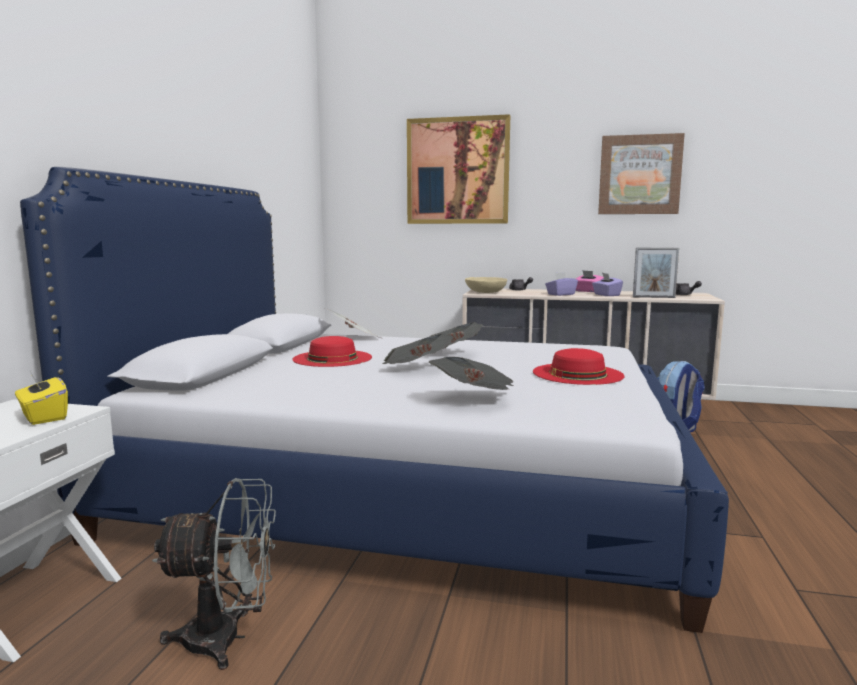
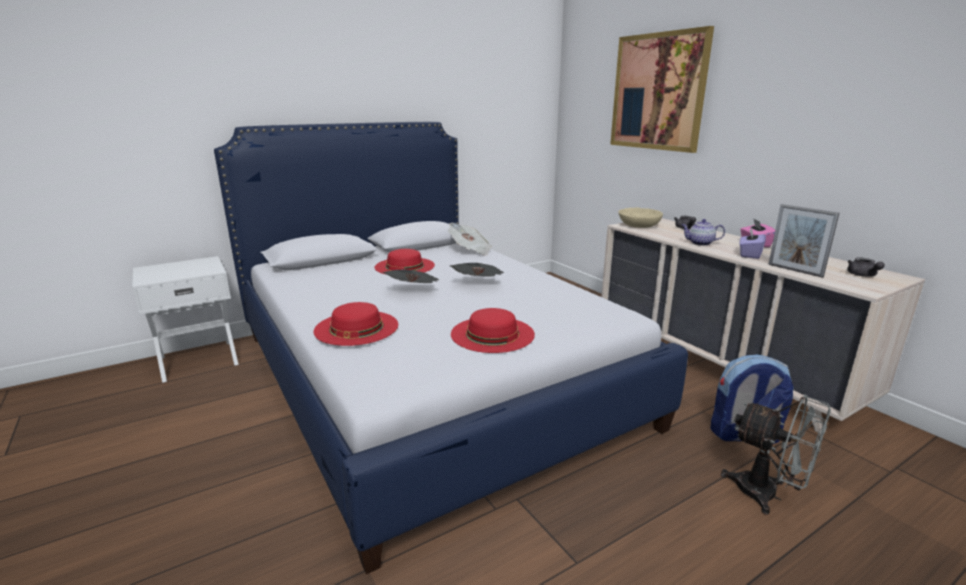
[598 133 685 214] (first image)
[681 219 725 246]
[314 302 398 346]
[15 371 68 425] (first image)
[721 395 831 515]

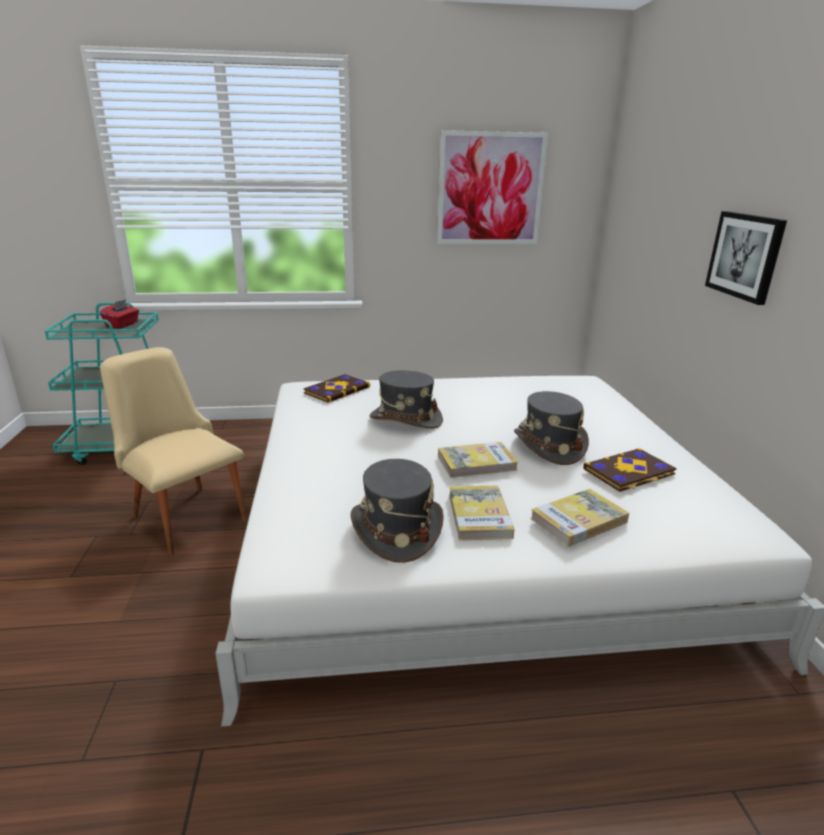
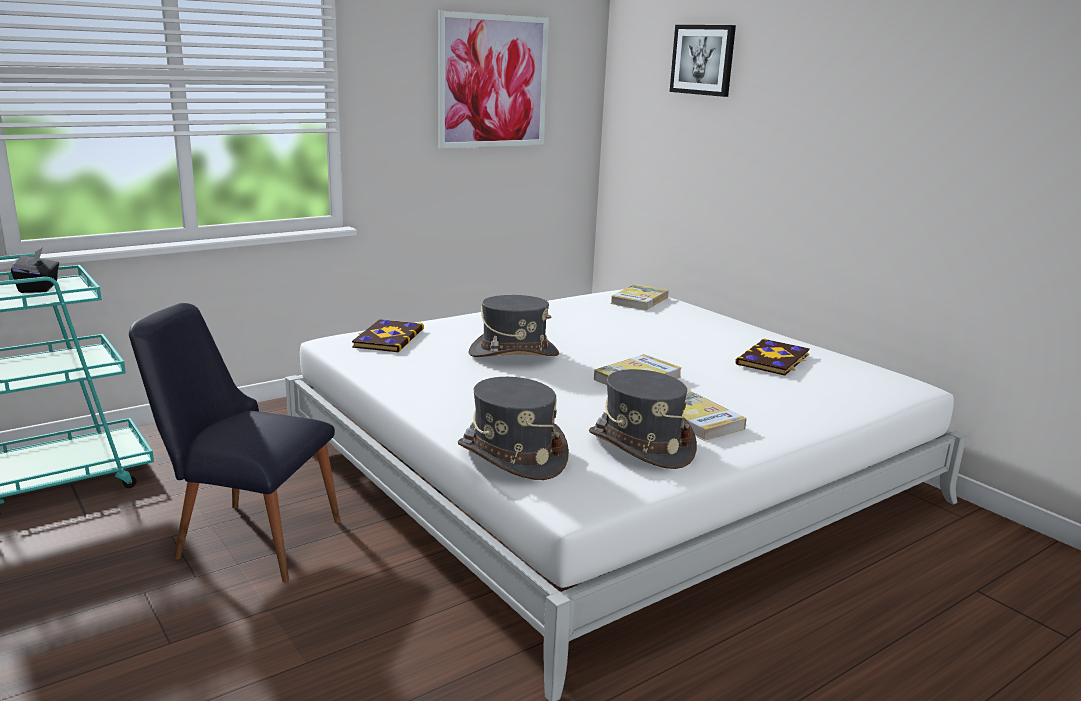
[670 25 736 97]
[11 247 59 293]
[129 303 340 582]
[458 377 569 480]
[610 284 669 311]

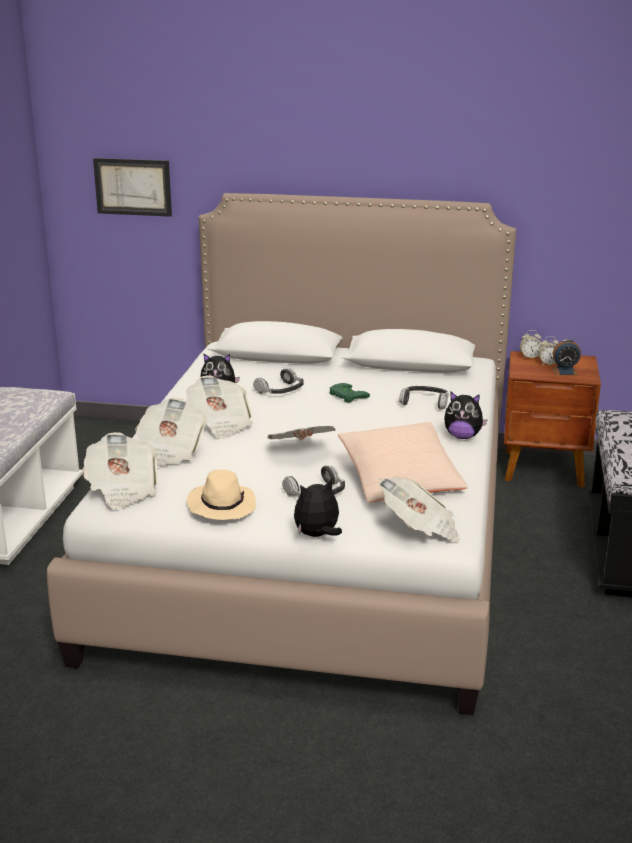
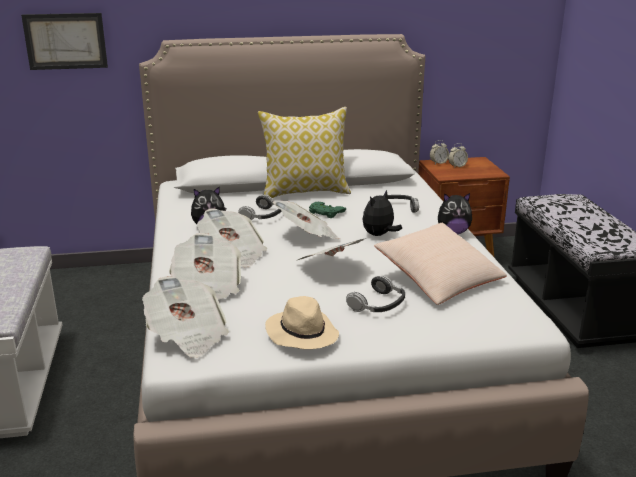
[551 339 581 375] (first image)
[273 201 340 239]
[362 190 402 236]
[258 107 351 198]

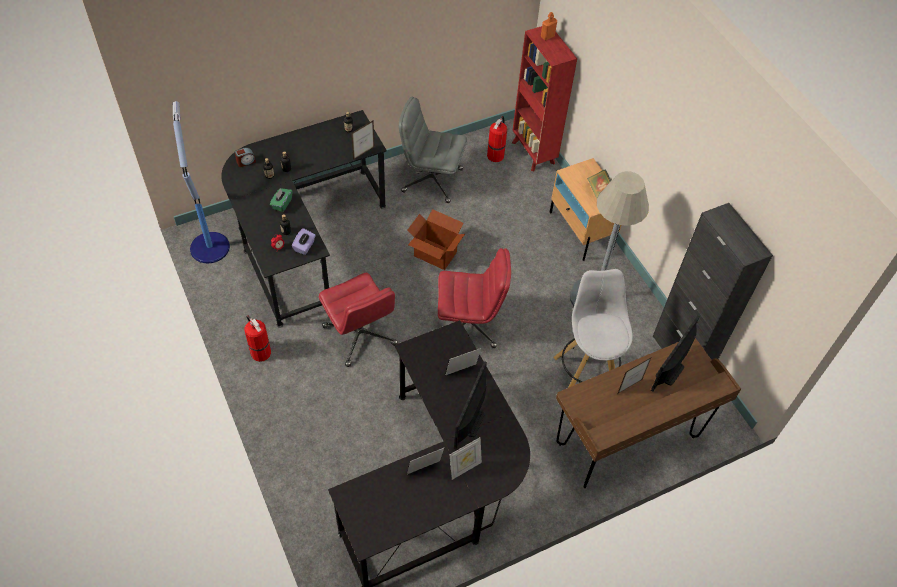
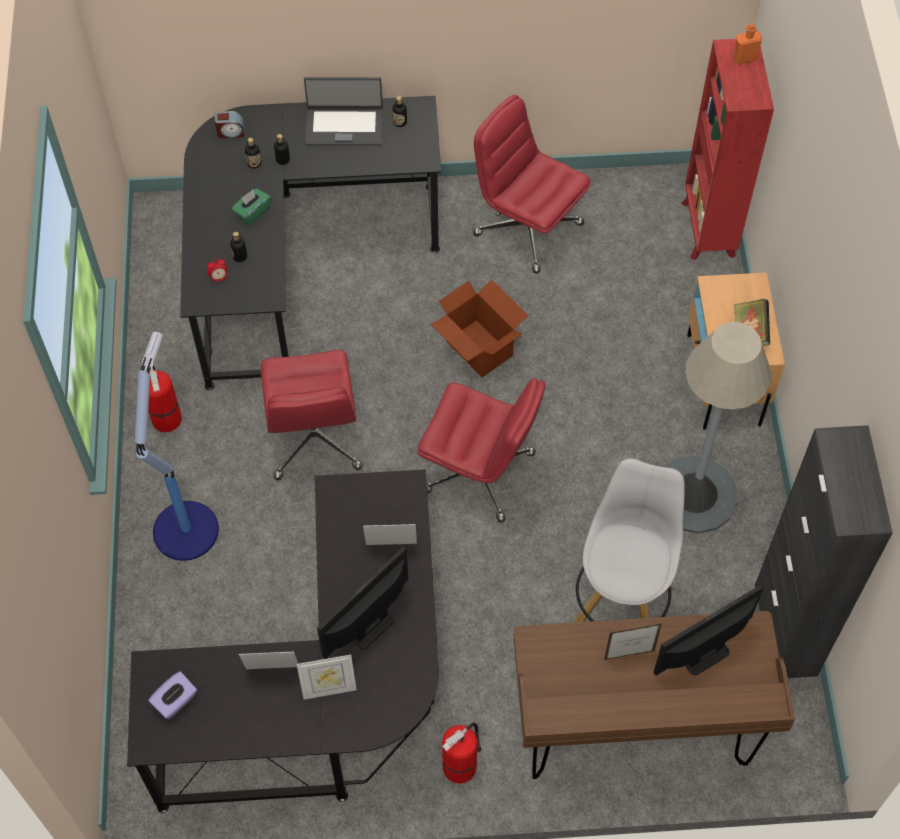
[473 95 591 273]
[134 332 219 561]
[442 723 482 784]
[351 121 374 160] (first image)
[148 671 197 719]
[304 77 383 146]

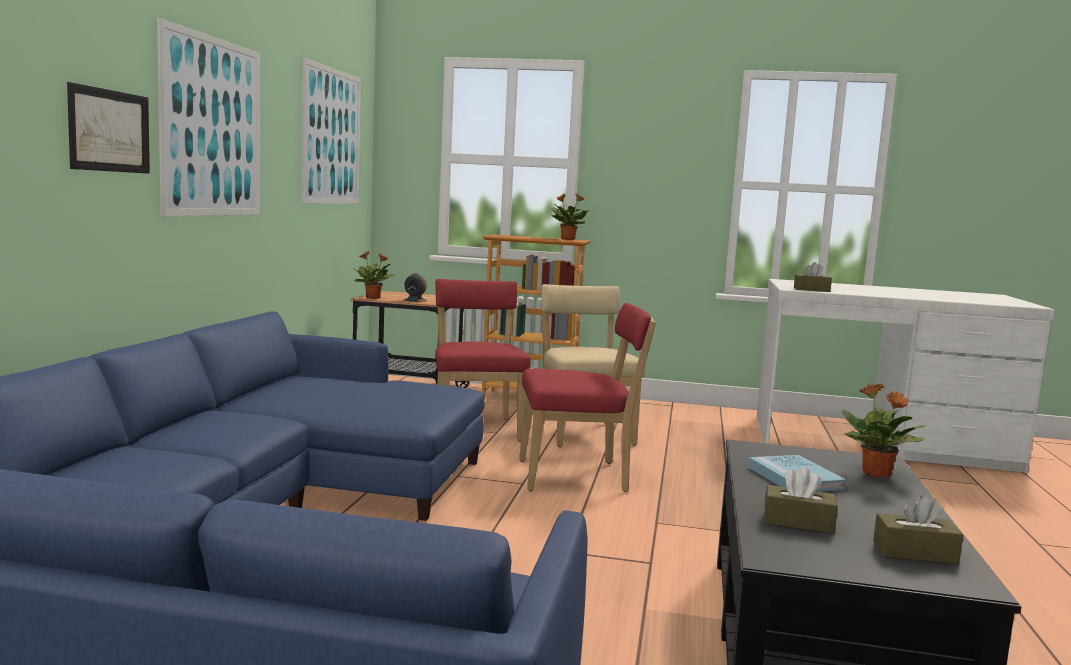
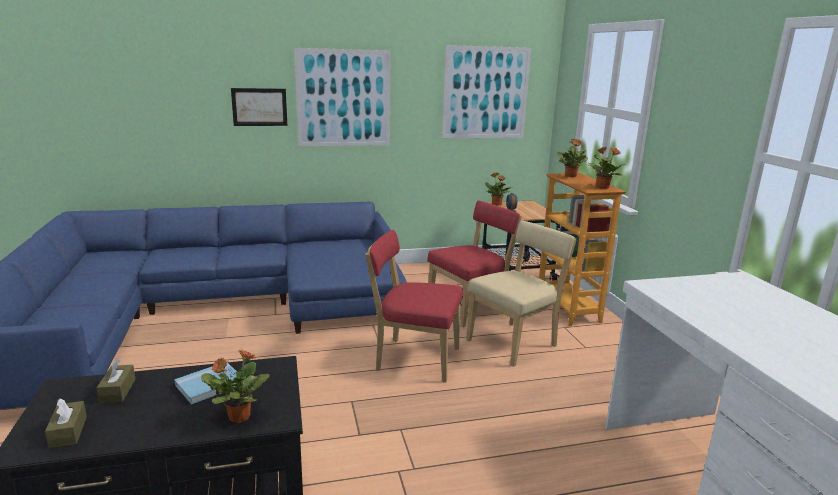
[794 262 832 292] (first image)
[365 230 463 383]
[557 139 588 177]

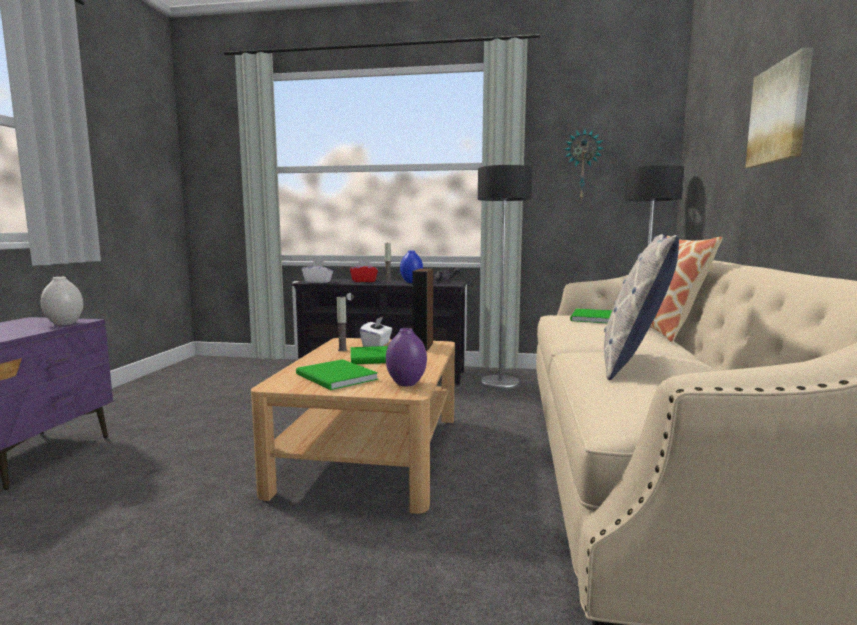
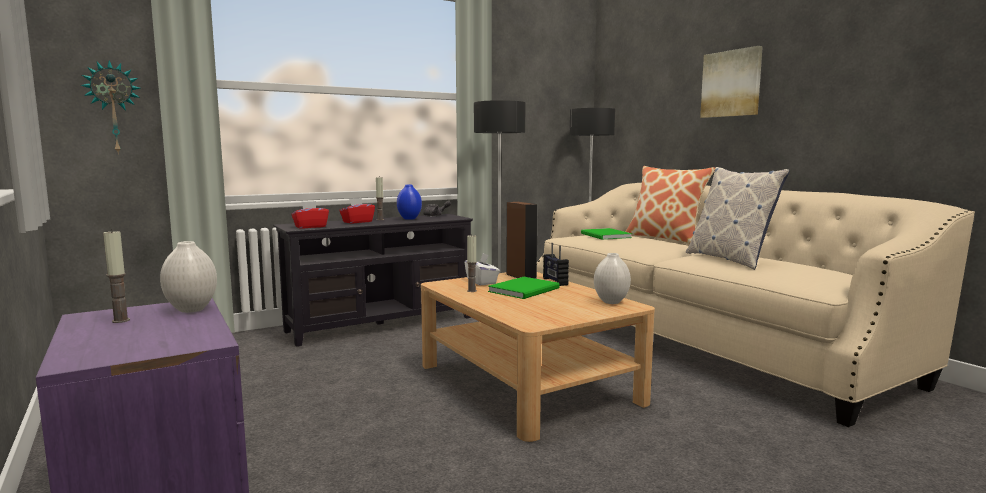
[81 60 140 155]
[291 201 329 228]
[594 253 631 304]
[296 359 378 390] (first image)
[103 229 130 323]
[543 243 569 286]

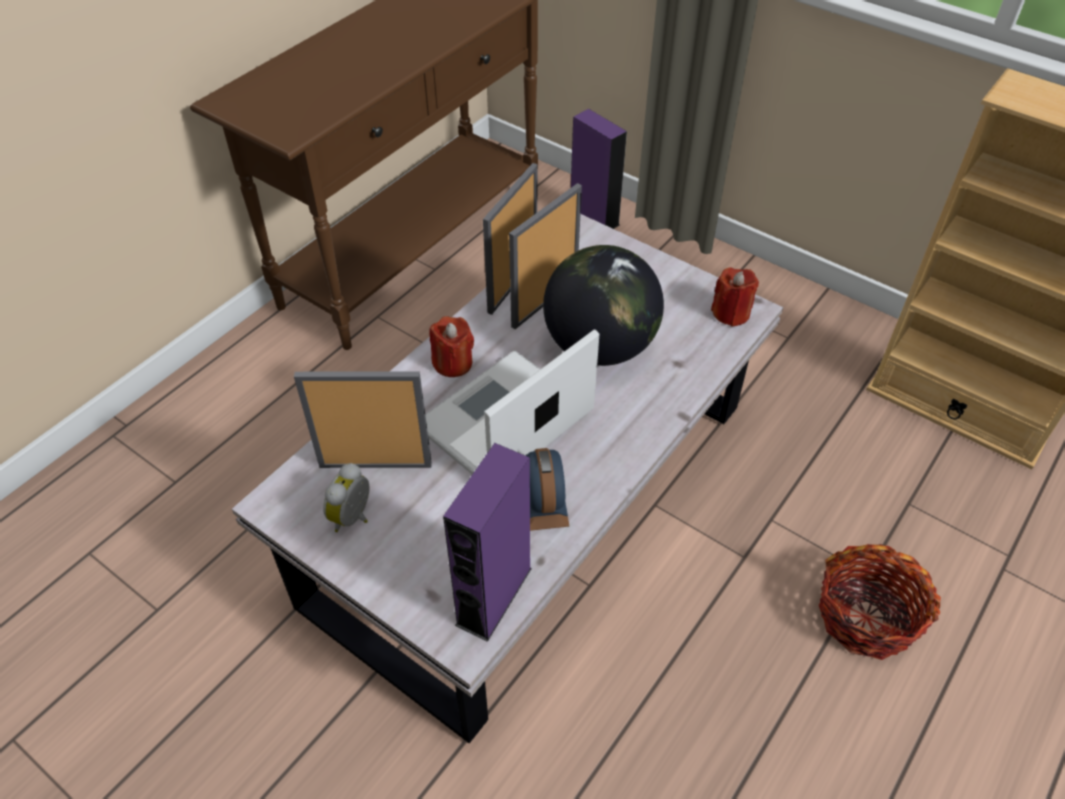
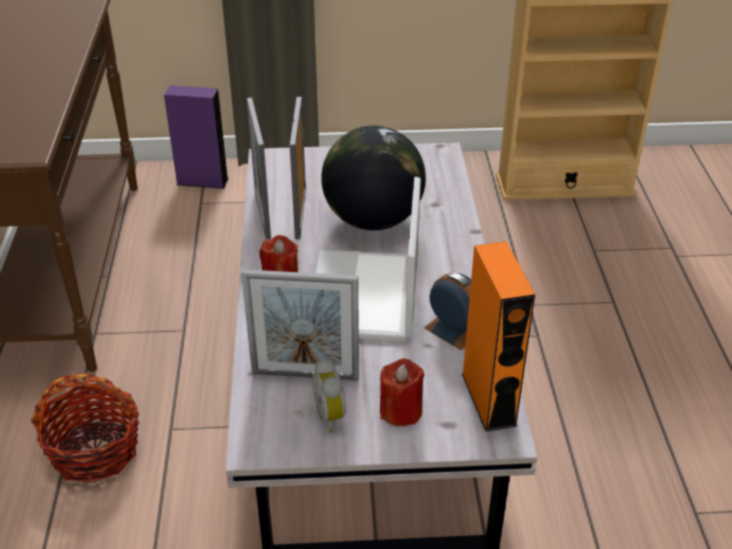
[380 358 425 426]
[241 269 359 380]
[462 241 535 432]
[31 373 139 484]

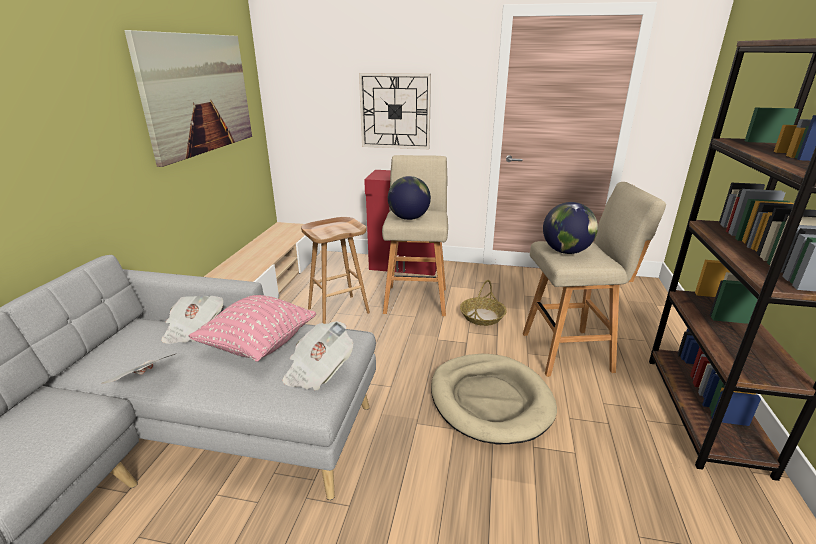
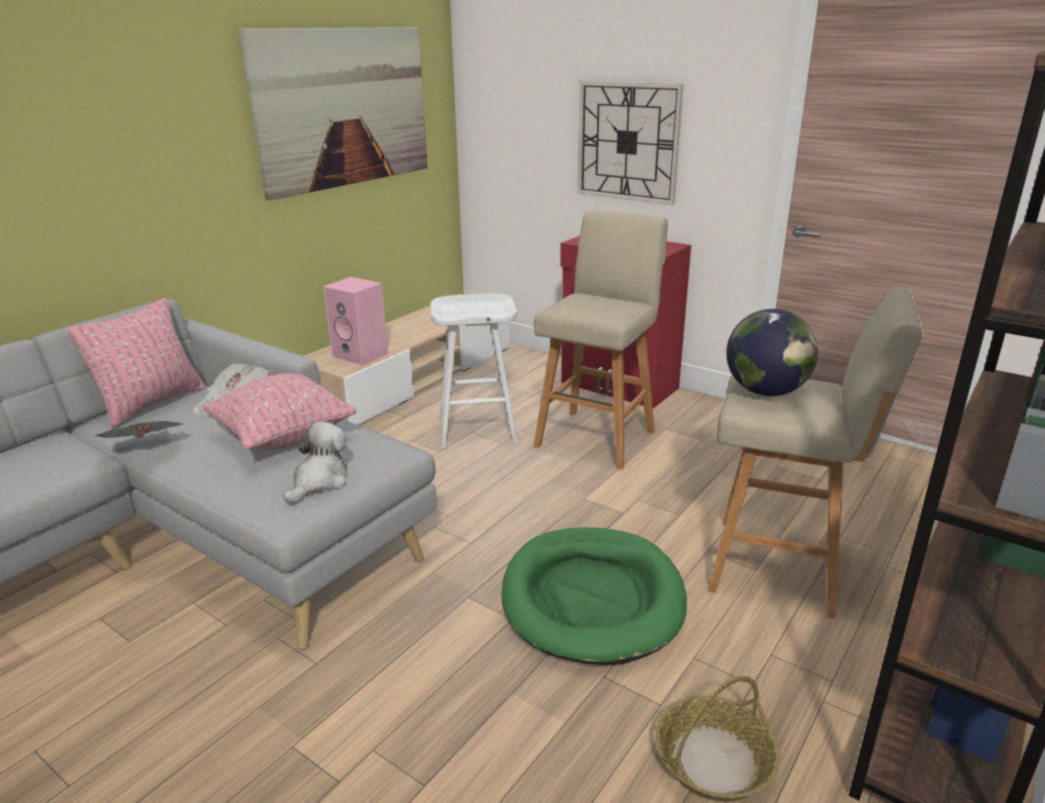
[388 176 431 220] (first image)
[431 293 517 447]
[655 676 780 802]
[283 422 348 503]
[502 527 687 665]
[323 277 388 366]
[67 298 205 427]

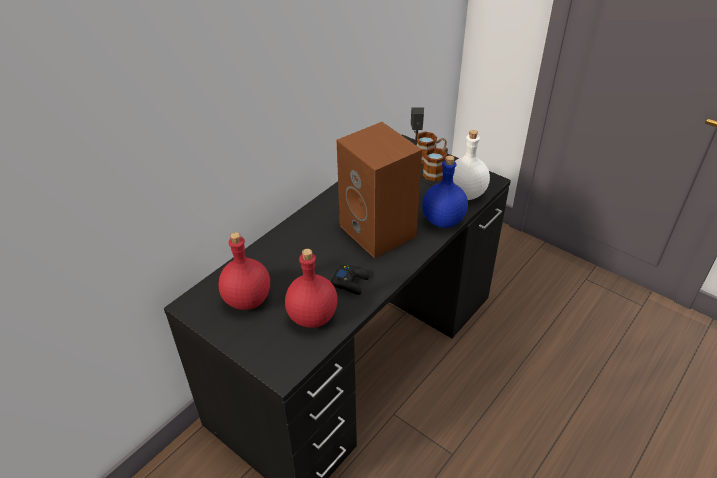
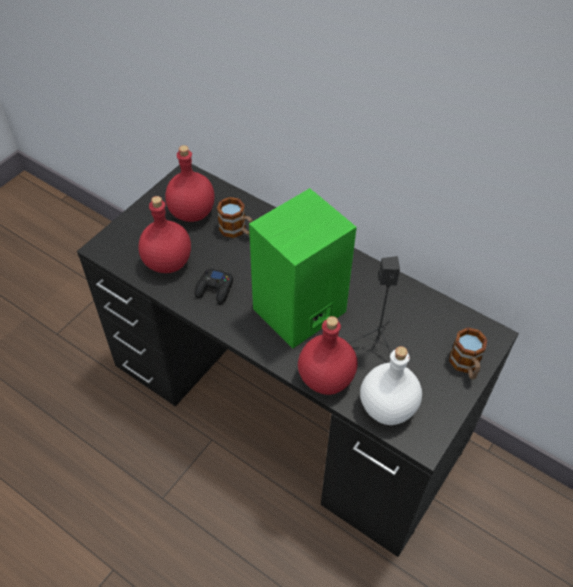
[249 188 357 349]
[217 197 253 238]
[298 316 358 395]

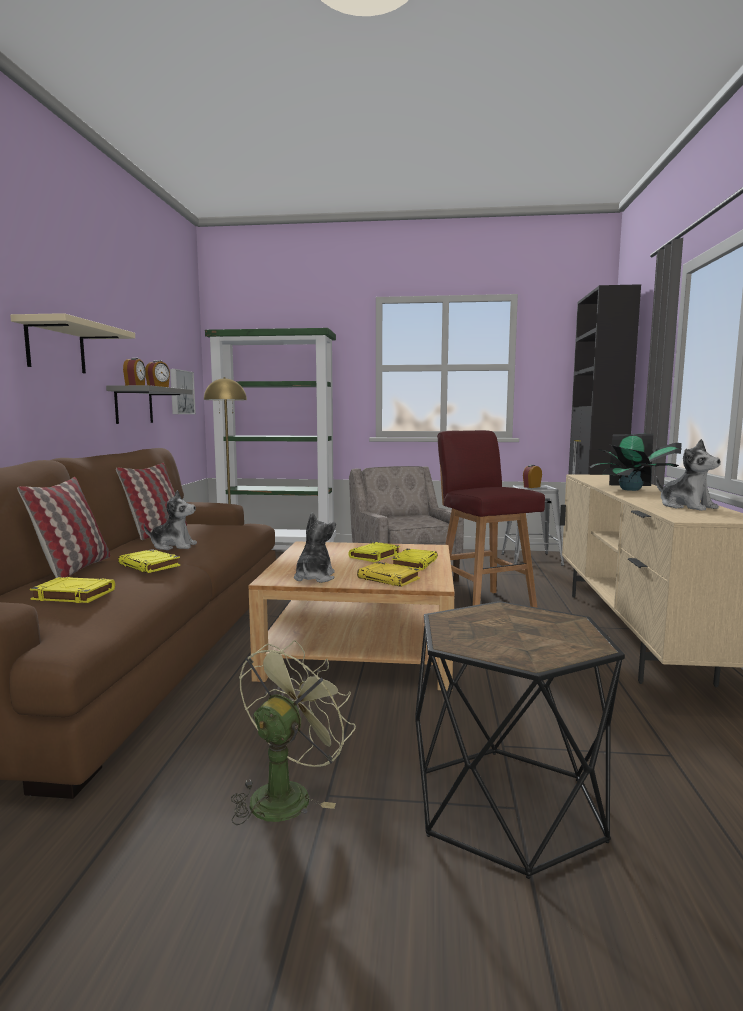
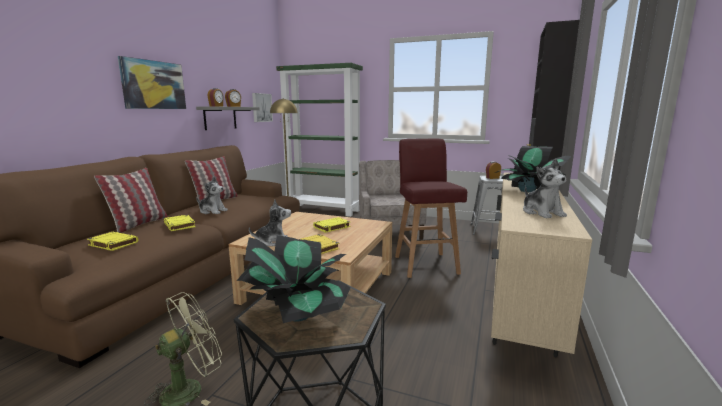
[118 56 186 109]
[249 200 291 246]
[392 549 438 570] (first image)
[237 235 350 323]

